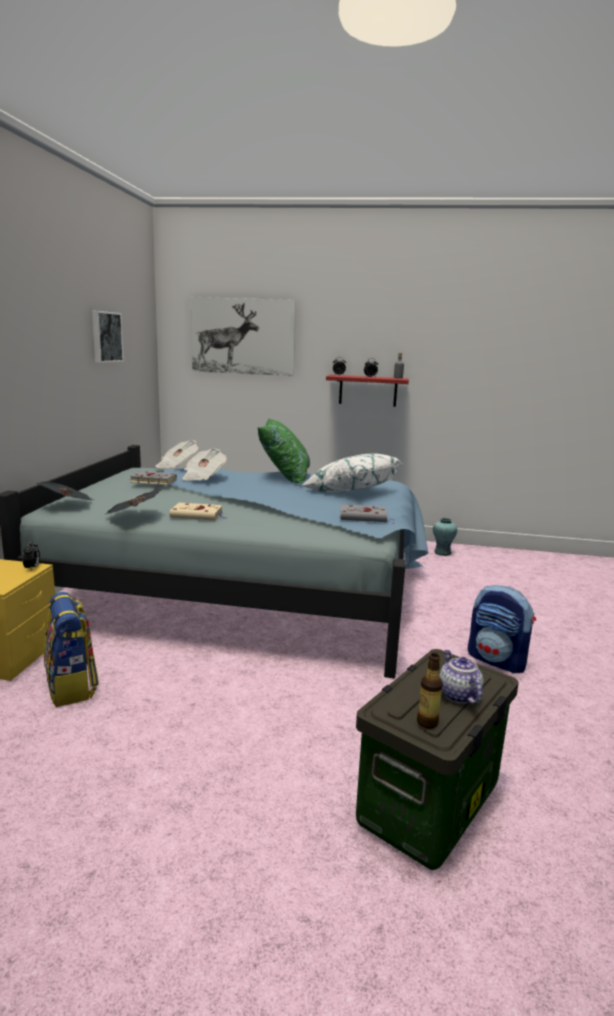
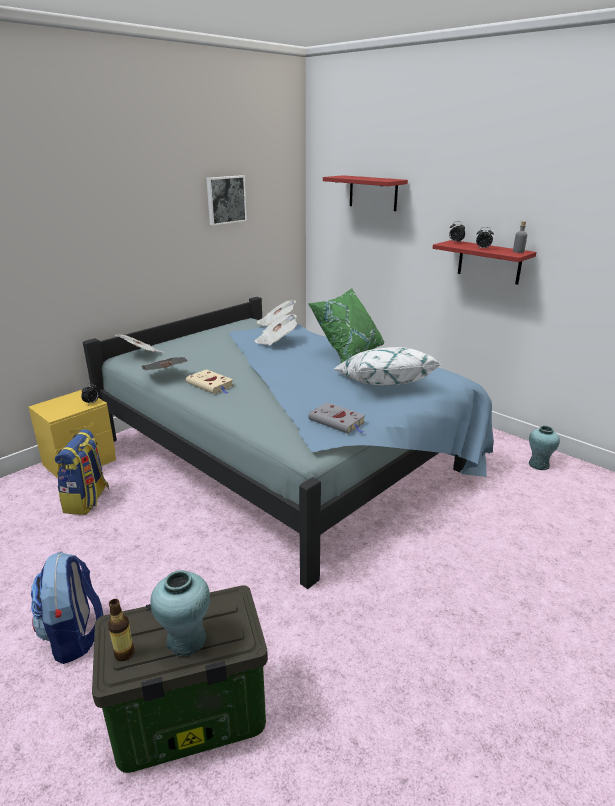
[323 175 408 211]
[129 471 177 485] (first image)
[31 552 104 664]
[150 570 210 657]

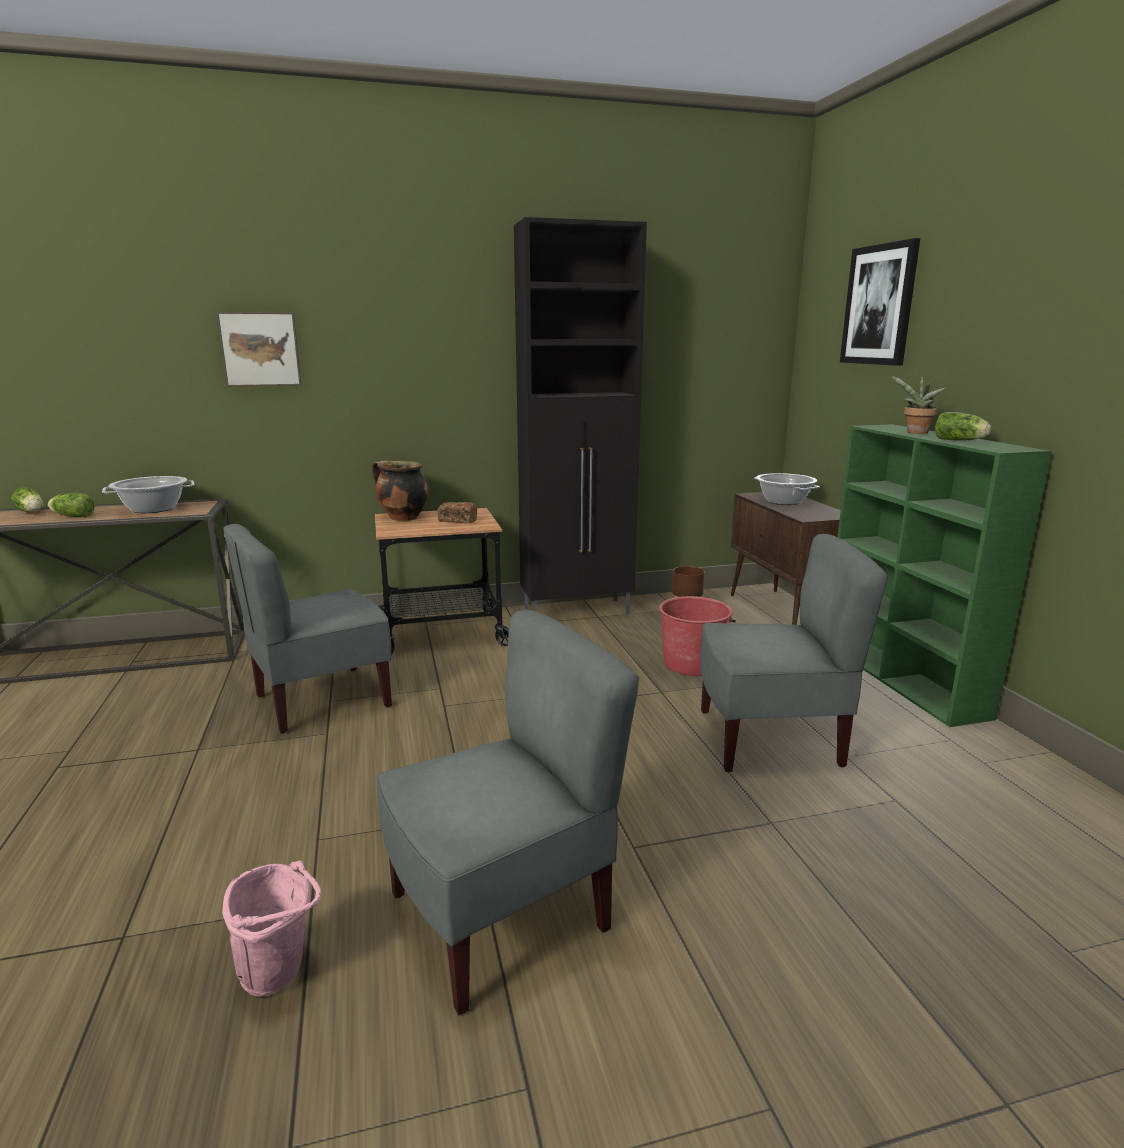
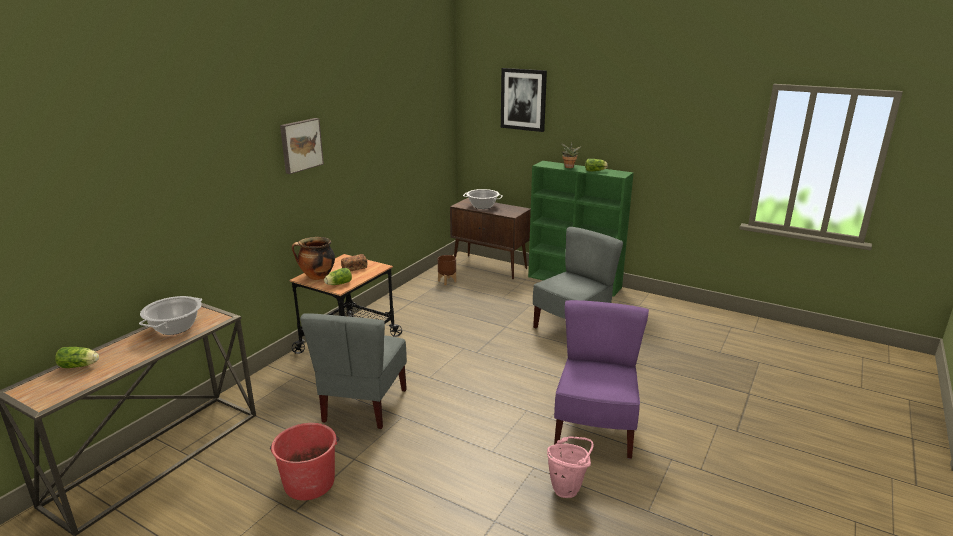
[514 217 647 614] (first image)
[280 118 324 174]
[324 268 352 285]
[270 423 339 500]
[554 300 649 459]

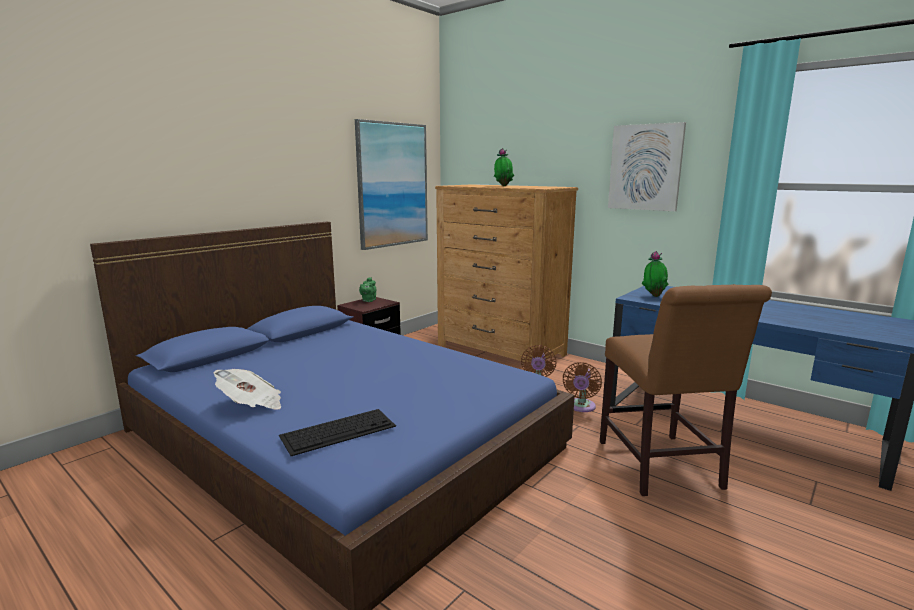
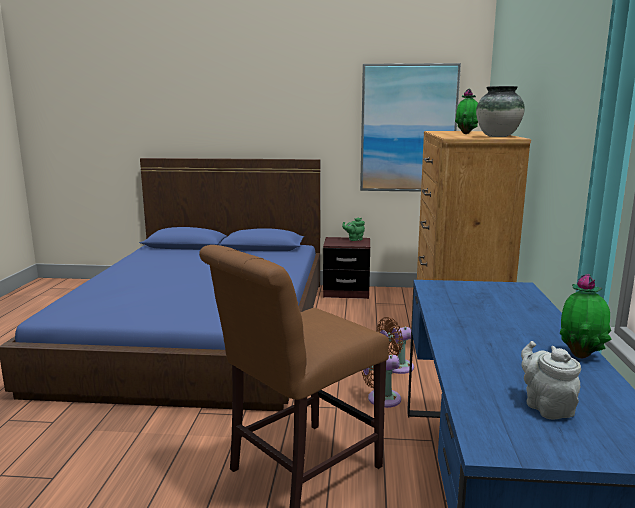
[608 122 686 211] (first image)
[560 274 612 358]
[214 369 281 410] (first image)
[279 409 396 456] (first image)
[476 86 525 137]
[521 341 581 419]

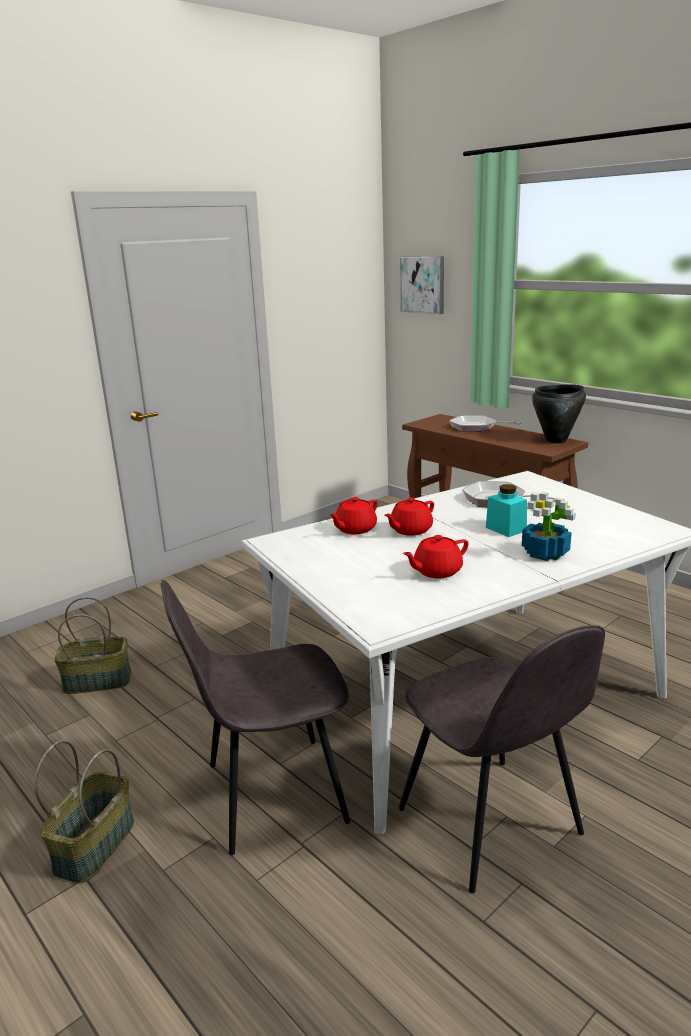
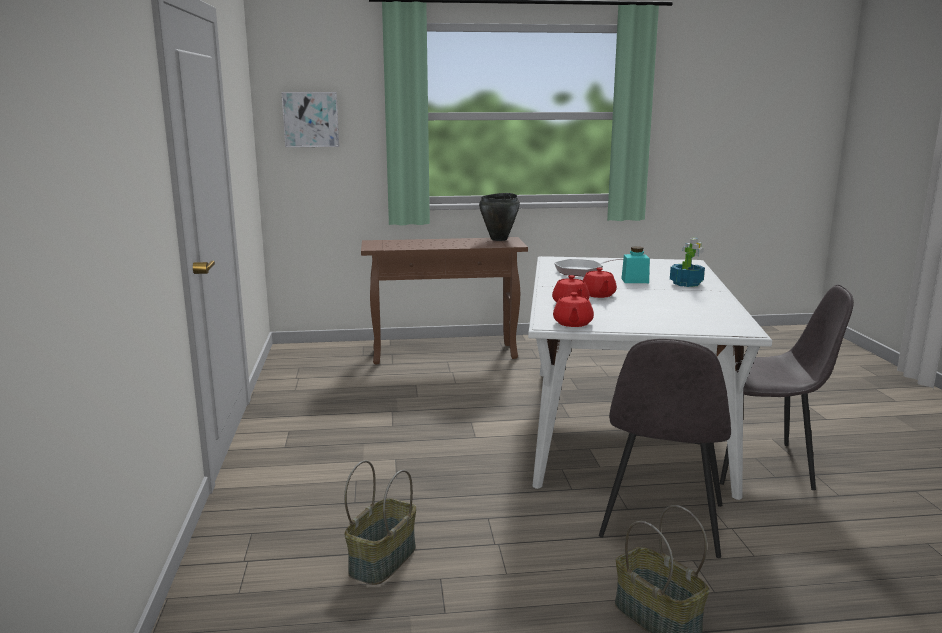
[449 415 521 432] (first image)
[553 292 594 327]

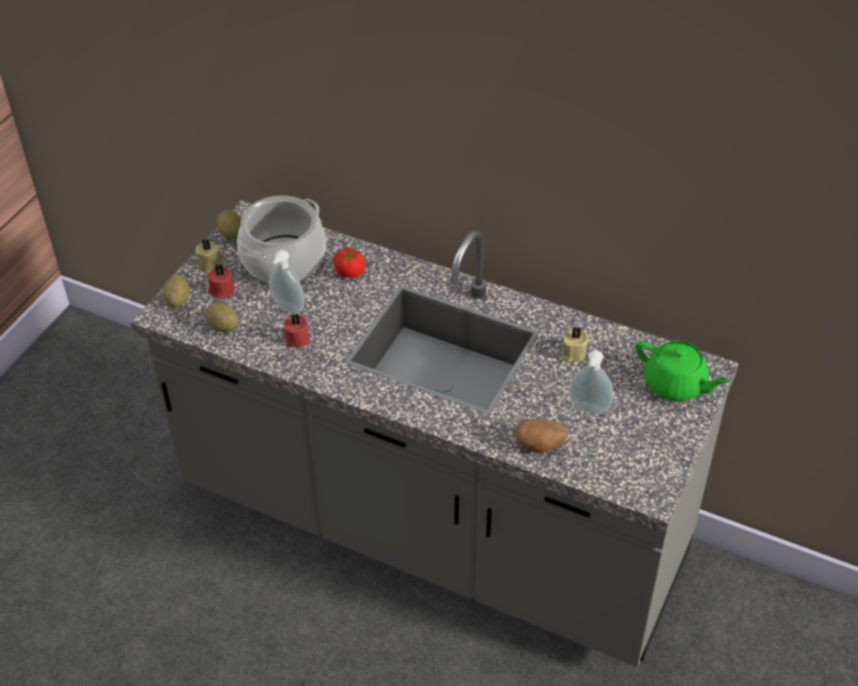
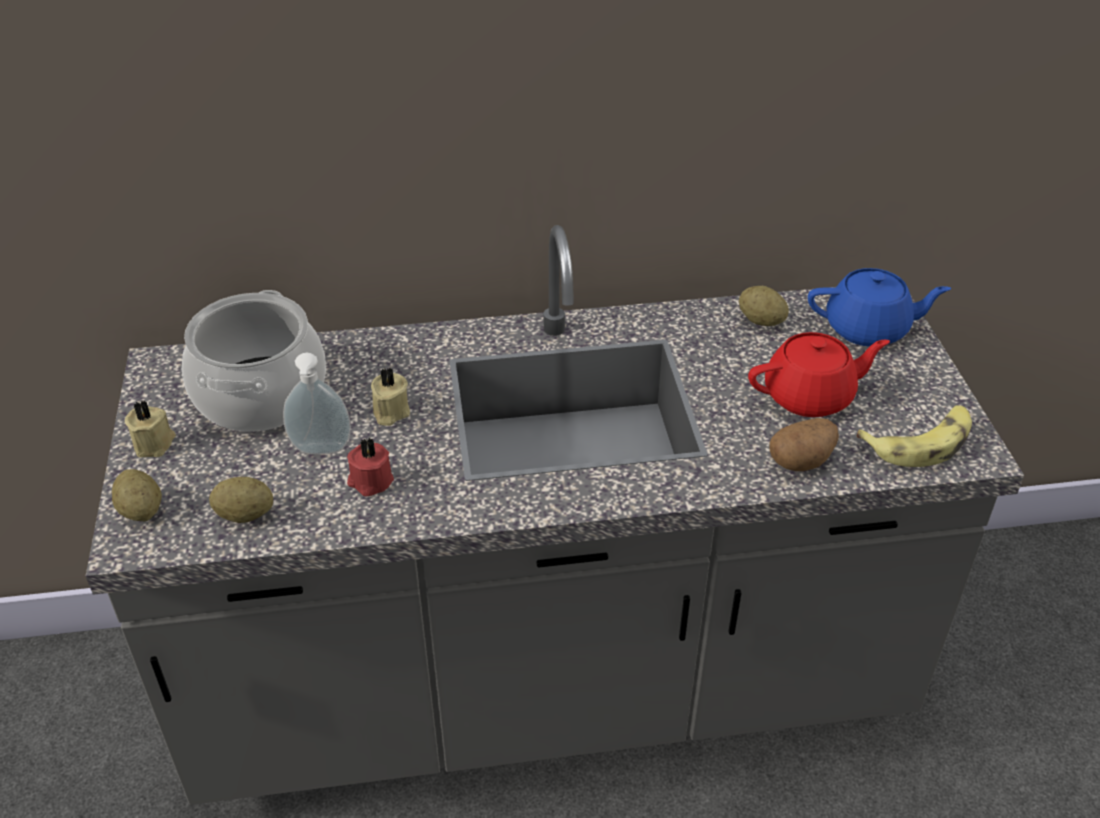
[739 286 789 326]
[333 247 366 278] (first image)
[207 264 235 299] (first image)
[371 367 410 426]
[808 268 951 347]
[748 332 890 417]
[856 405 972 467]

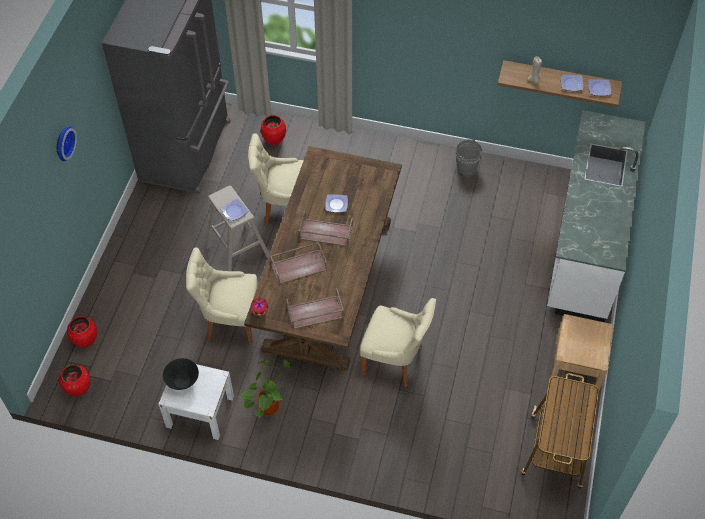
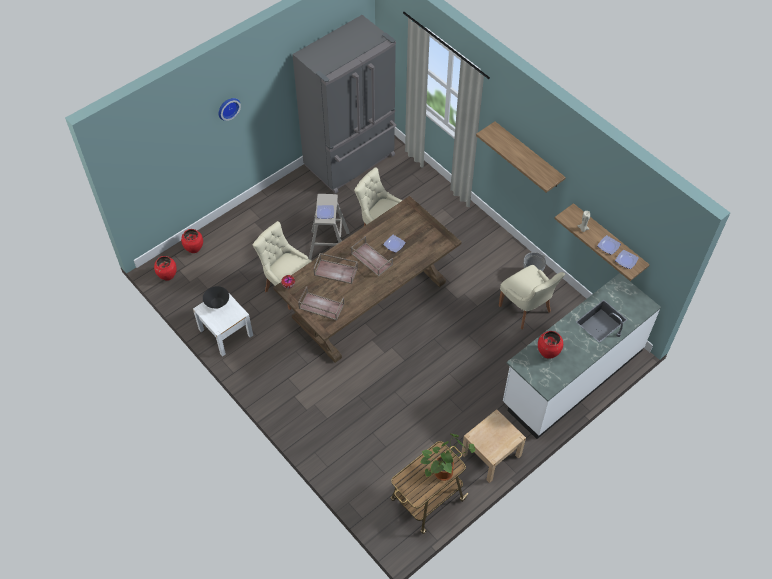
[538 331 563 359]
[499 265 565 329]
[421 434 475 481]
[476 122 566 193]

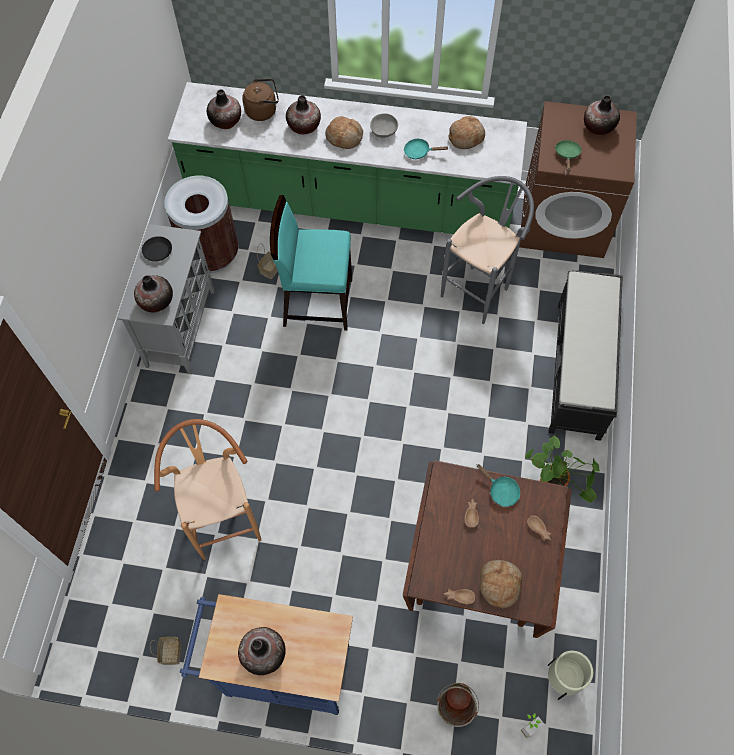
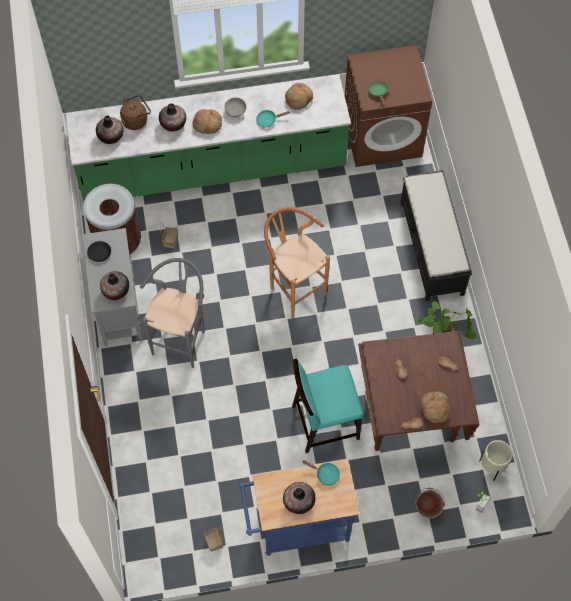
[584 96 620 135] (first image)
[140 258 205 368]
[292 358 363 453]
[264 207 330 319]
[303 460 340 486]

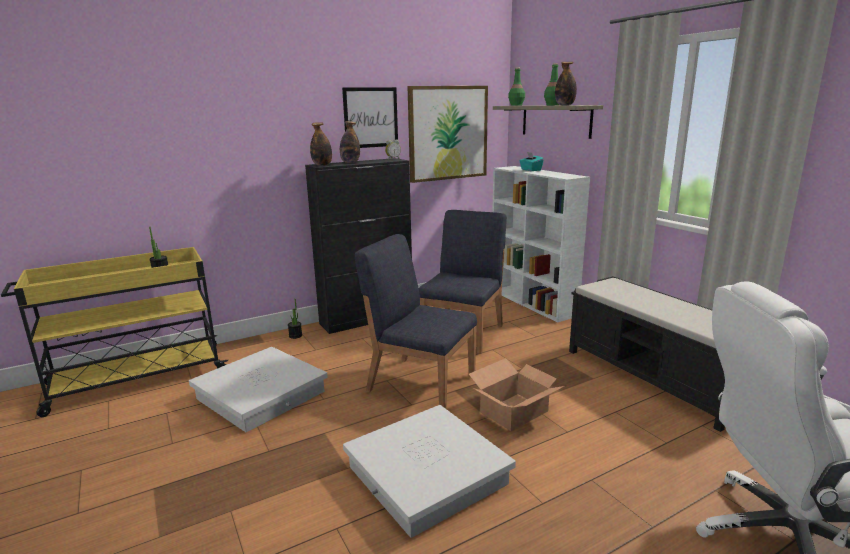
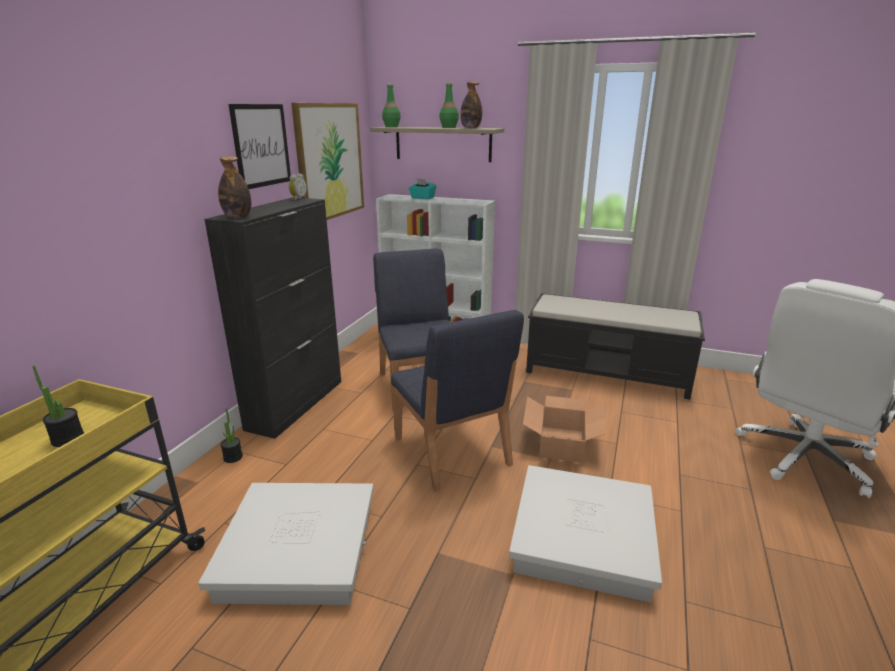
[340 121 360 163] (first image)
[391 310 524 492]

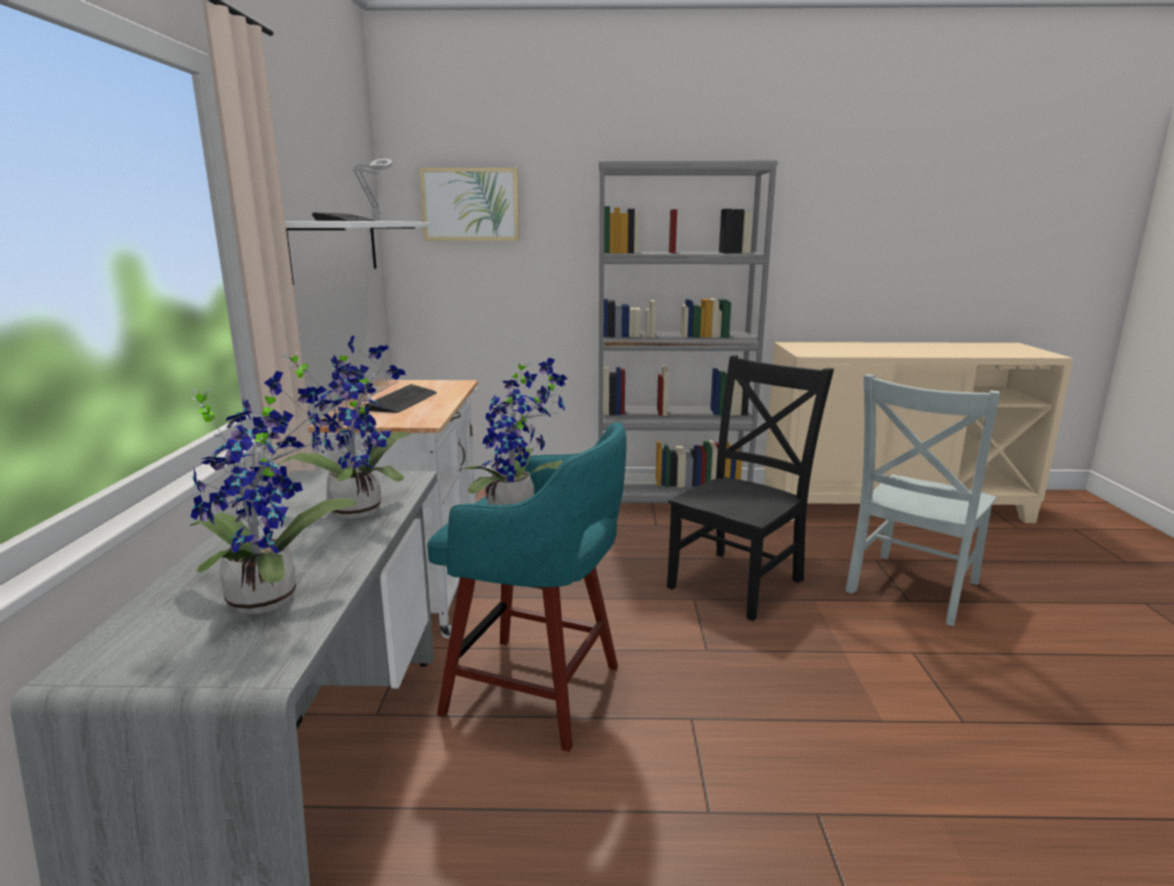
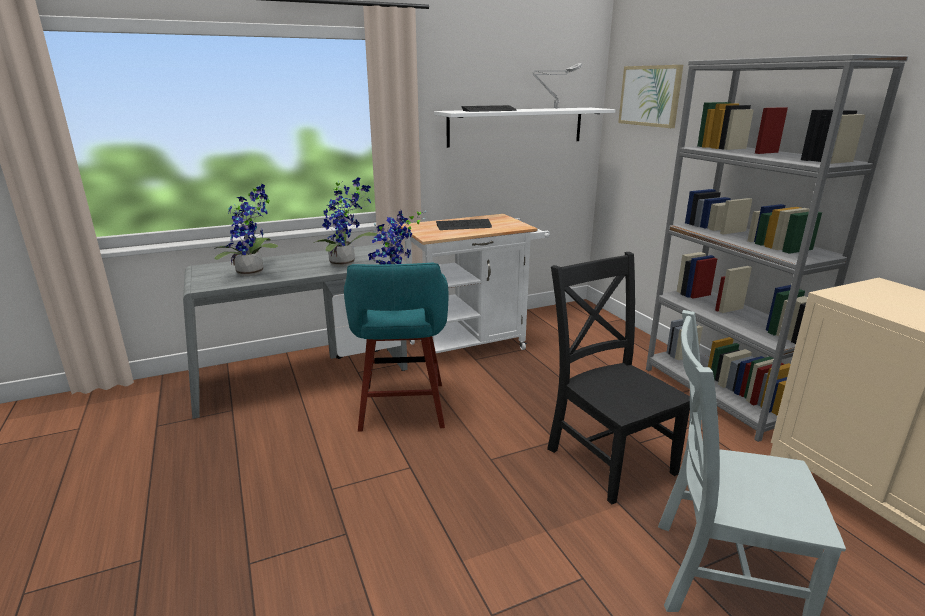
[547 252 690 505]

